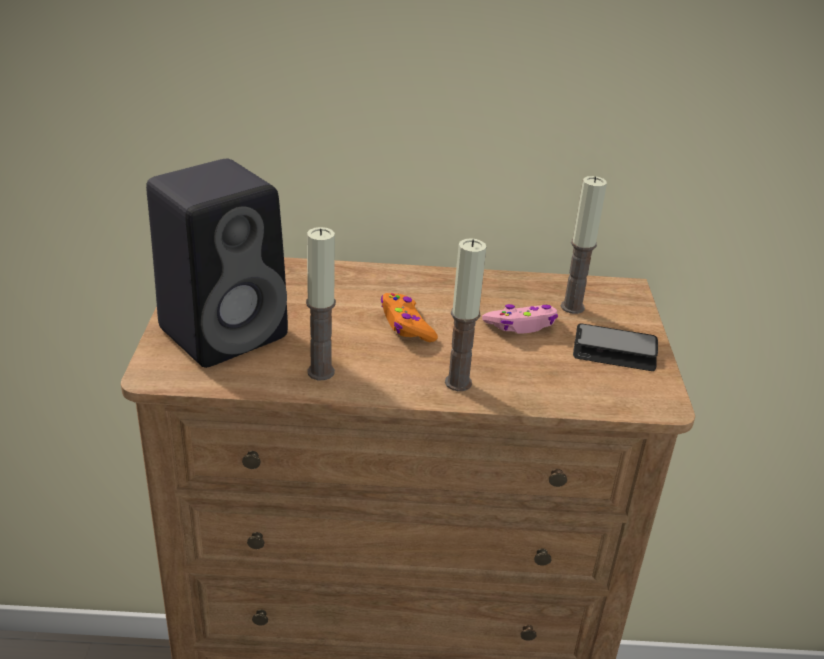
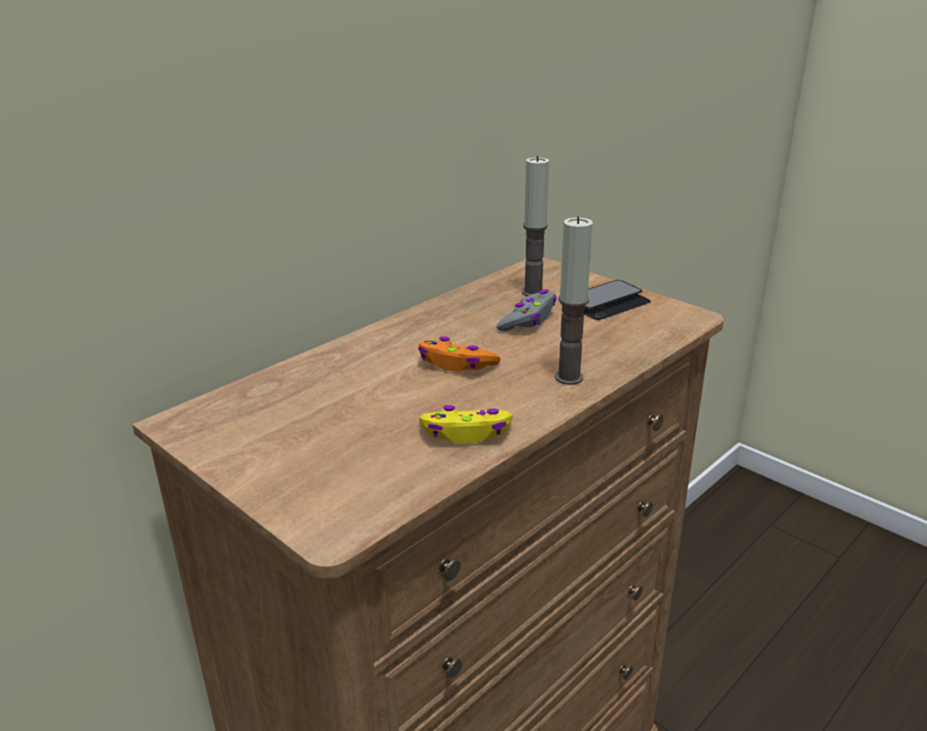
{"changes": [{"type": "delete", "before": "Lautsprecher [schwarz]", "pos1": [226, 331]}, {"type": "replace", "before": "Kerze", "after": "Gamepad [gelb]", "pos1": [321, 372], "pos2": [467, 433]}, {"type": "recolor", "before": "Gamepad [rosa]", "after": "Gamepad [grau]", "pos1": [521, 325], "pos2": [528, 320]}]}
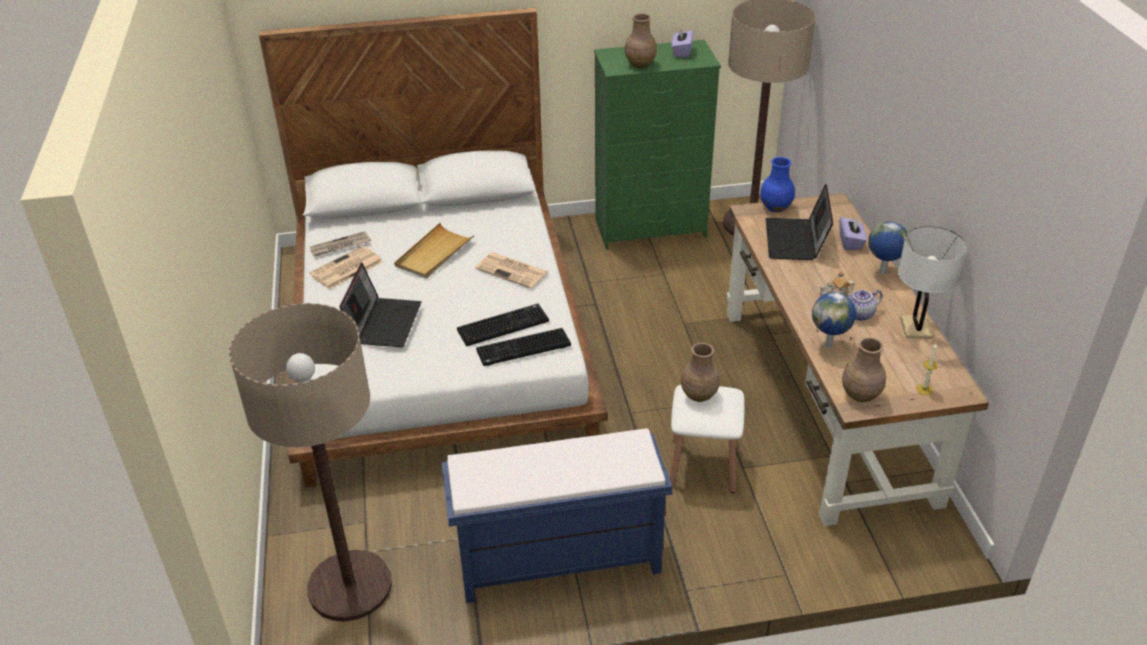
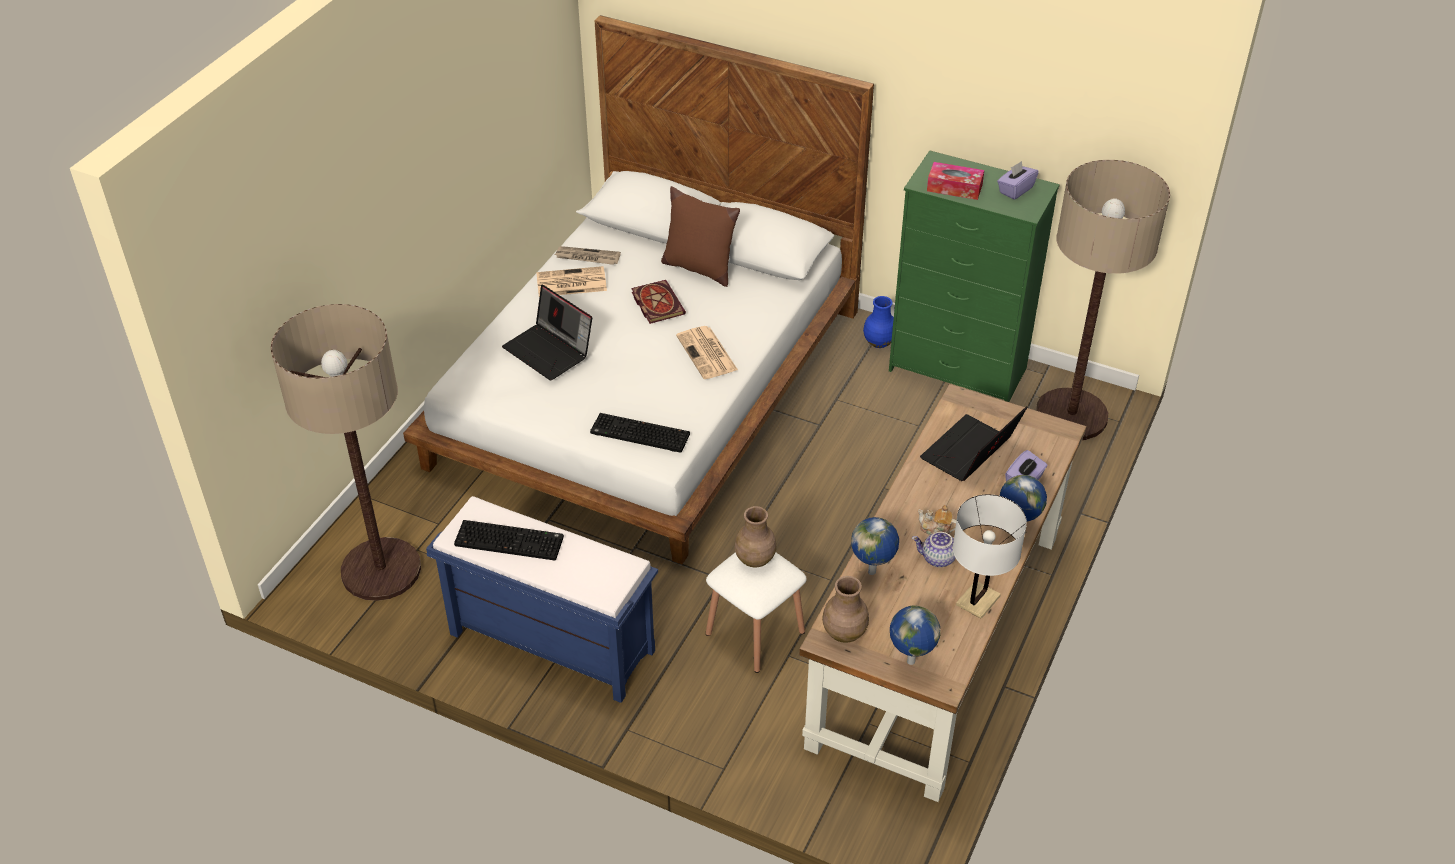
{"changes": [{"type": "insert", "after": "Kissen [braun]", "pos2": [698, 267]}, {"type": "move", "before": "Tastatur", "pos1": [503, 325], "pos2": [510, 540]}, {"type": "move", "before": "Vase [blau]", "pos1": [775, 207], "pos2": [879, 342]}, {"type": "replace", "before": "Tablett [beige]", "after": "Buch", "pos1": [434, 254], "pos2": [656, 303]}, {"type": "replace", "before": "Vase [braun]", "after": "Taschentuchbox", "pos1": [640, 64], "pos2": [954, 188]}, {"type": "replace", "before": "Kerze", "after": "Globus", "pos1": [924, 389], "pos2": [910, 661]}, {"type": "rotate", "before": "Laptop", "pos1": [384, 322], "pos2": [550, 351], "turn": 90}]}
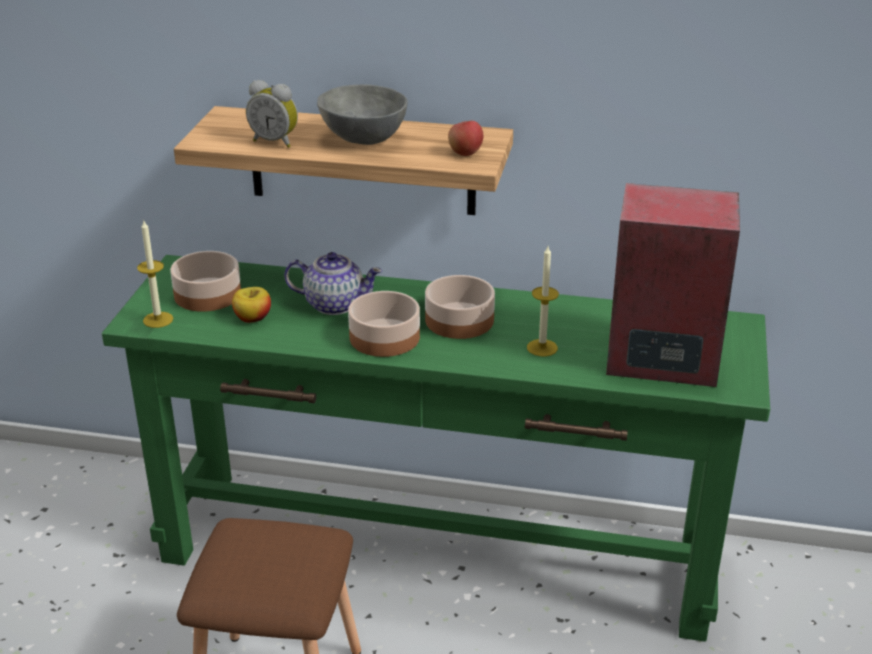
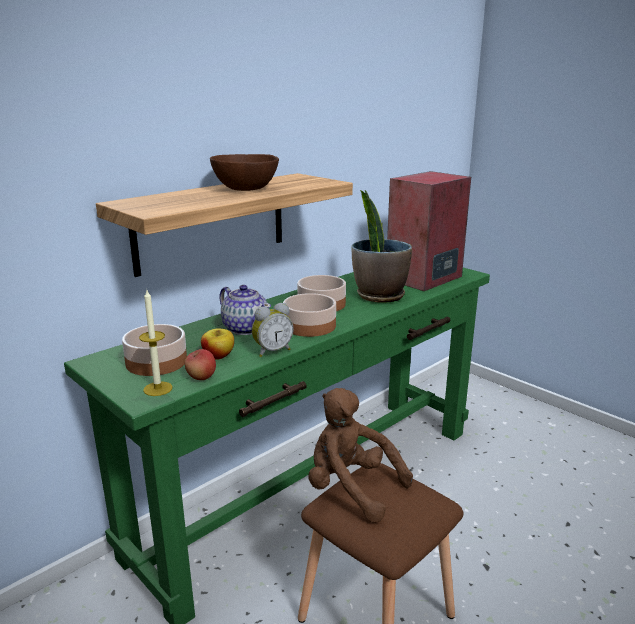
{"changes": [{"type": "insert", "after": "Plüschtier [braun]", "pos2": [351, 488]}, {"type": "move", "before": "Wecker", "pos1": [275, 141], "pos2": [272, 351]}, {"type": "move", "before": "Apfel", "pos1": [465, 153], "pos2": [201, 377]}, {"type": "replace", "before": "Kerze", "after": "Topfpflanze", "pos1": [542, 348], "pos2": [379, 295]}, {"type": "recolor", "before": "Schüssel [grau]", "after": "Schüssel [braun]", "pos1": [362, 138], "pos2": [244, 189]}, {"type": "rotate", "before": "Teekanne", "pos1": [334, 304], "pos2": [245, 328], "turn": 90}]}
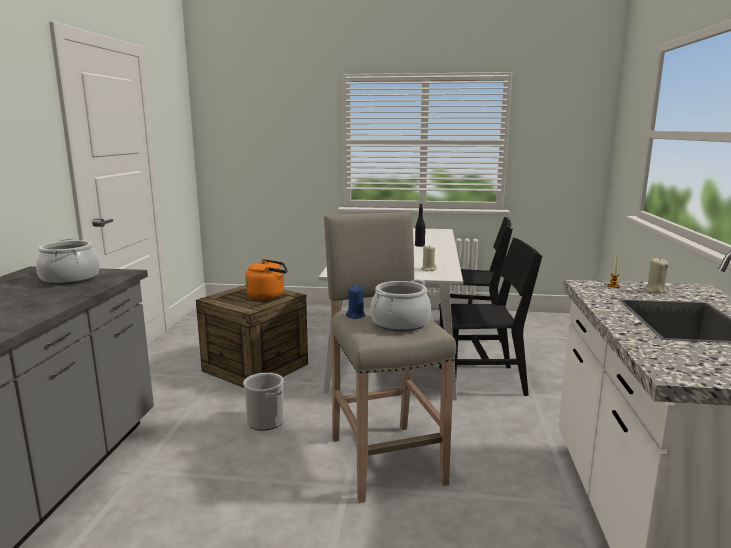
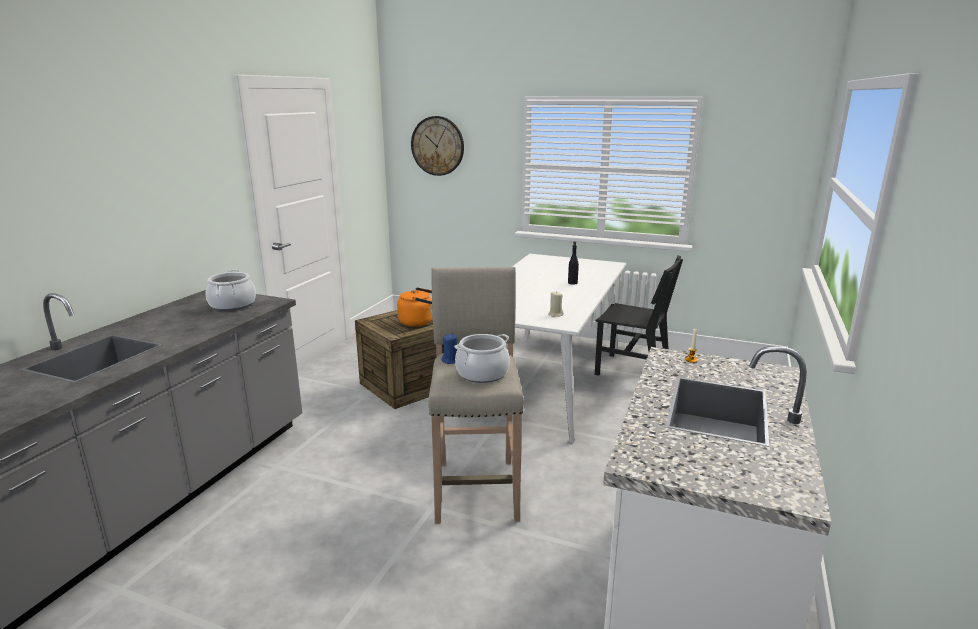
{"changes": [{"type": "delete", "before": "Eimer", "pos1": [265, 421]}, {"type": "delete", "before": "Stuhl [schwarz]", "pos1": [481, 380]}, {"type": "delete", "before": "Kerze [beige]", "pos1": [654, 291]}, {"type": "insert", "after": "Wanduhr", "pos2": [437, 146]}]}
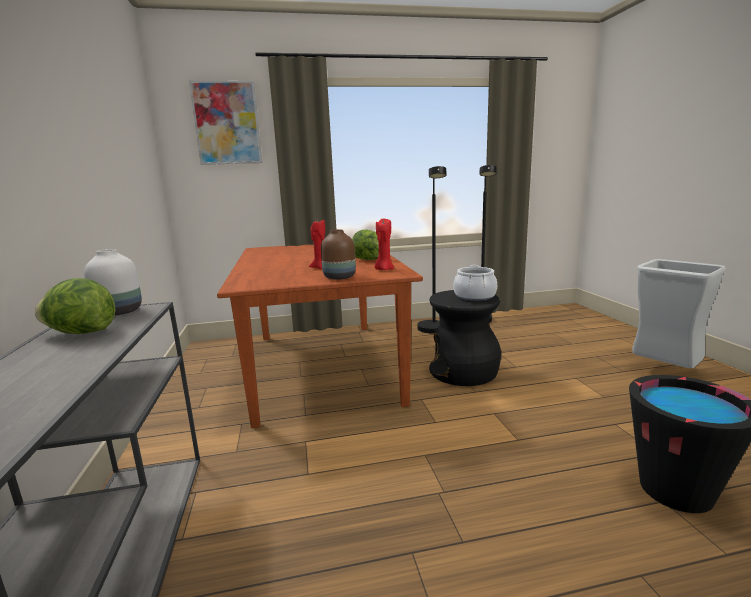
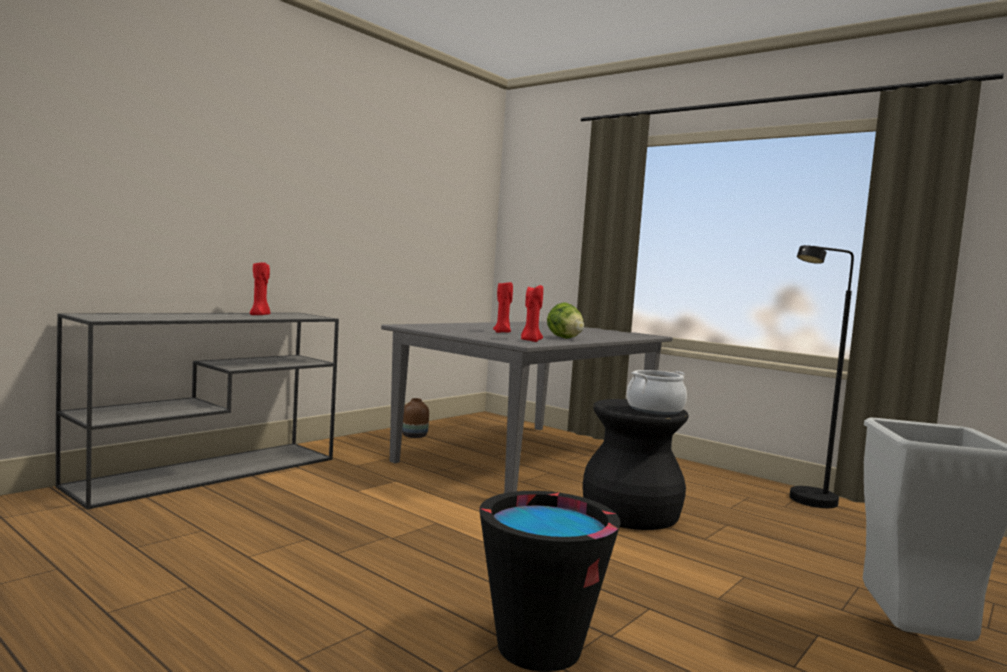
{"changes": [{"type": "delete", "before": "Vase [weiß]", "pos1": [119, 312]}, {"type": "delete", "before": "Bild", "pos1": [227, 123]}, {"type": "delete", "before": "Stehlampe [schwarz]", "pos1": [433, 331]}, {"type": "move", "before": "Vase [braun]", "pos1": [339, 277], "pos2": [414, 436]}, {"type": "replace", "before": "Salatkopf", "after": "Kerze [rot]", "pos1": [81, 333], "pos2": [260, 315]}, {"type": "recolor", "before": "Esstisch [braun]", "after": "Esstisch [grau]", "pos1": [321, 366], "pos2": [526, 458]}]}
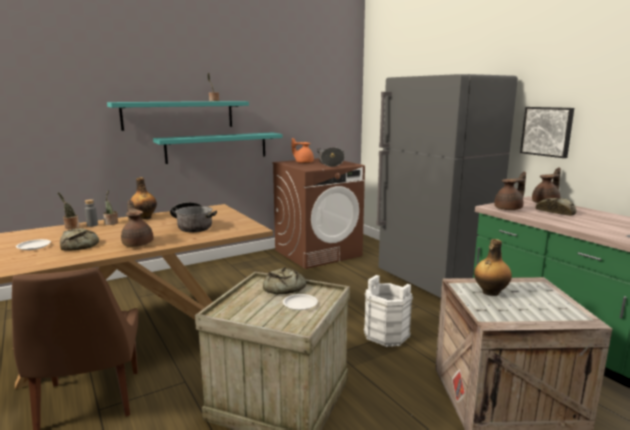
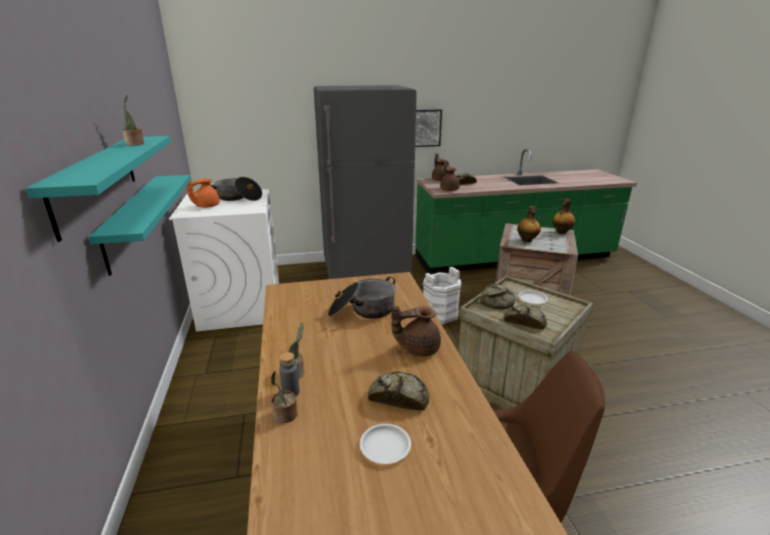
{"changes": [{"type": "insert", "after": "Brot", "pos2": [524, 321]}, {"type": "move", "before": "Flasche", "pos1": [144, 217], "pos2": [561, 232]}, {"type": "recolor", "before": "Waschmaschine [braun]", "after": "Waschmaschine [weiß]", "pos1": [318, 253], "pos2": [241, 306]}]}
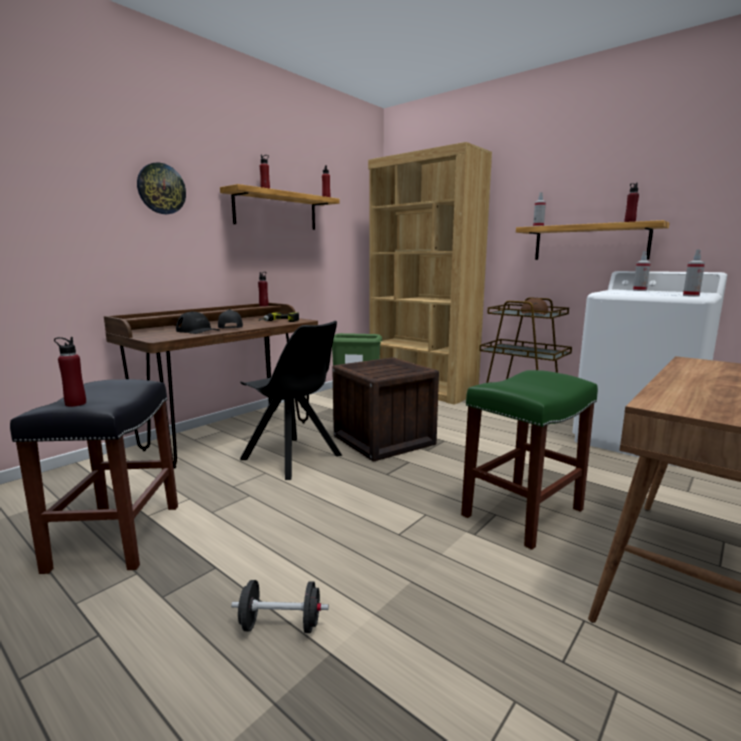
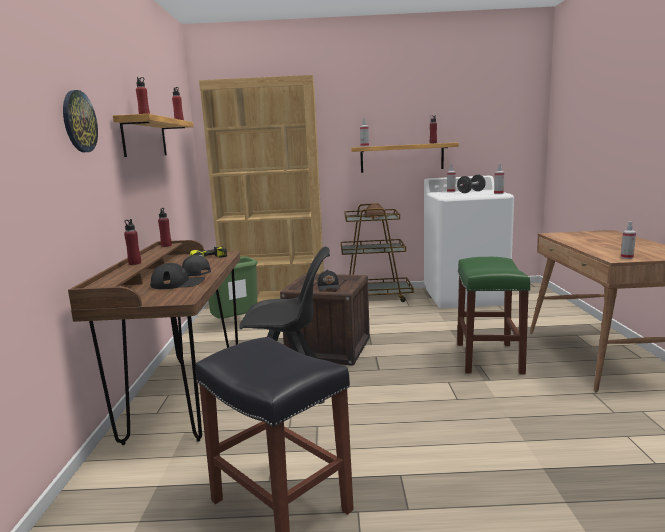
{"changes": [{"type": "insert", "after": "Kappe [schwarz]", "pos2": [329, 287]}, {"type": "insert", "after": "Sprühflasche", "pos2": [627, 257]}, {"type": "move", "before": "Flasche [rot]", "pos1": [75, 404], "pos2": [134, 263]}, {"type": "move", "before": "Hantel [schwarz]", "pos1": [281, 625], "pos2": [471, 192]}]}
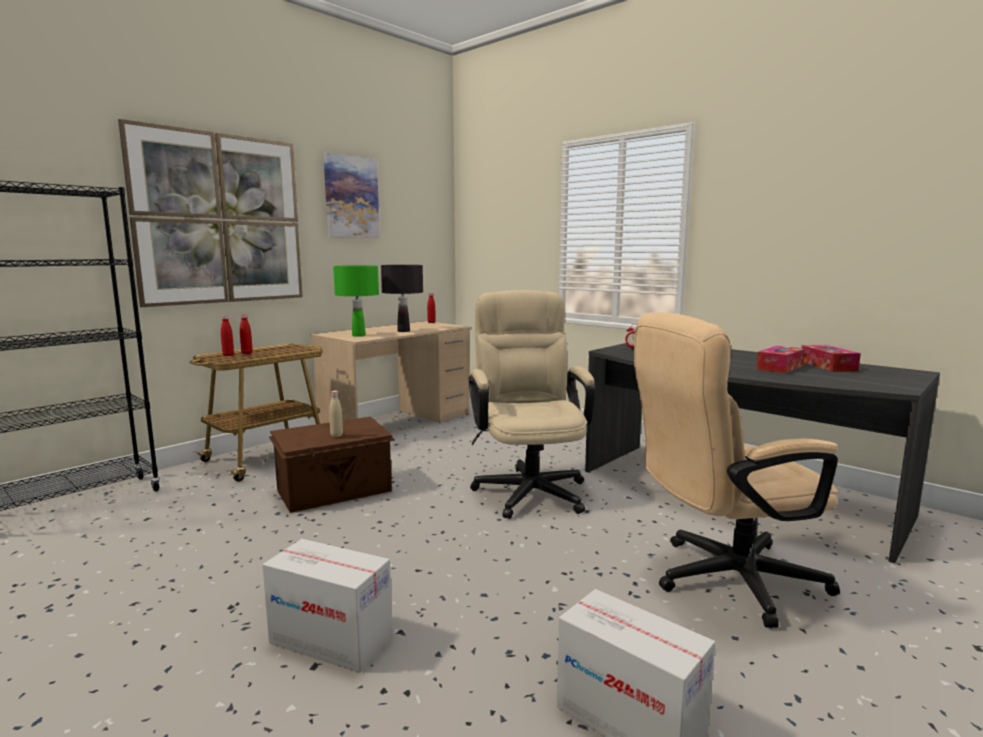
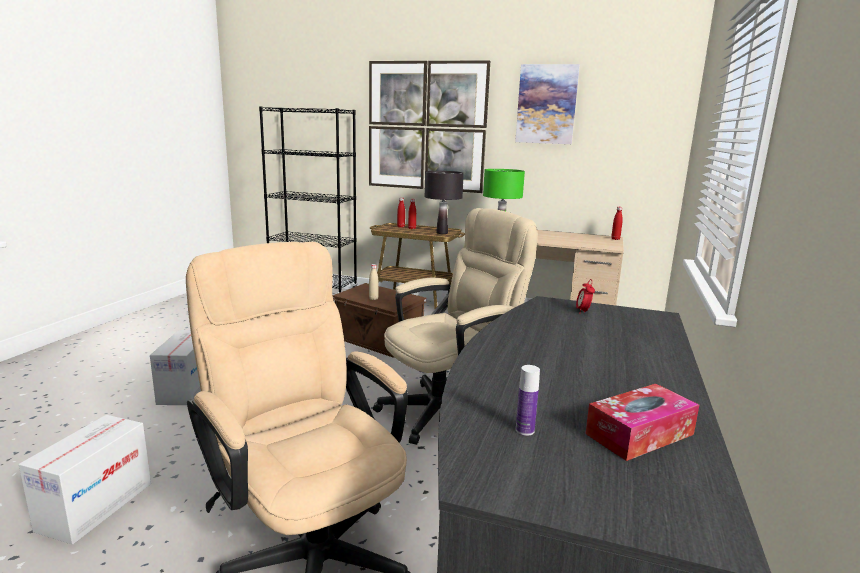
{"changes": [{"type": "delete", "before": "Taschentuchbox", "pos1": [780, 367]}, {"type": "insert", "after": "Flasche", "pos2": [525, 430]}, {"type": "move", "before": "Tischlampe [schwarz]", "pos1": [403, 331], "pos2": [442, 233]}]}
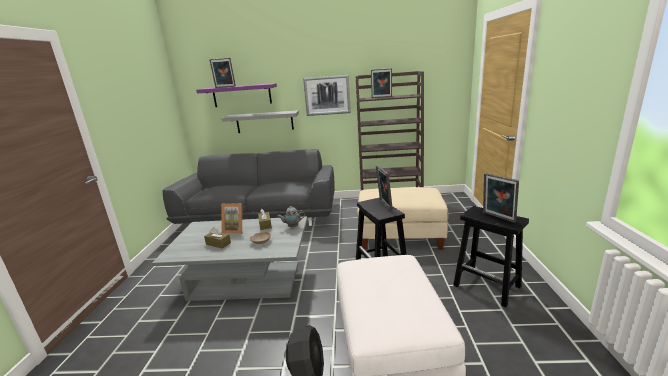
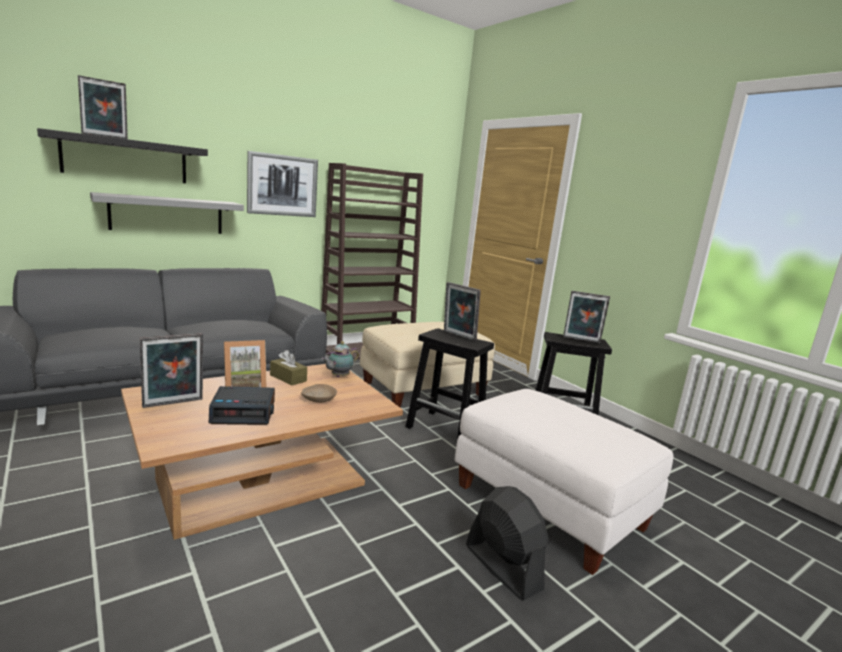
{"changes": [{"type": "move", "before": "Bilderrahmen", "pos1": [381, 97], "pos2": [173, 404]}, {"type": "replace", "before": "Taschentuchbox [braun]", "after": "Wecker", "pos1": [218, 243], "pos2": [244, 412]}, {"type": "recolor", "before": "Couchtisch [grau]", "after": "Couchtisch [braun]", "pos1": [245, 281], "pos2": [263, 482]}, {"type": "recolor", "before": "Wandregal [lila]", "after": "Wandregal [schwarz]", "pos1": [242, 95], "pos2": [126, 159]}]}
